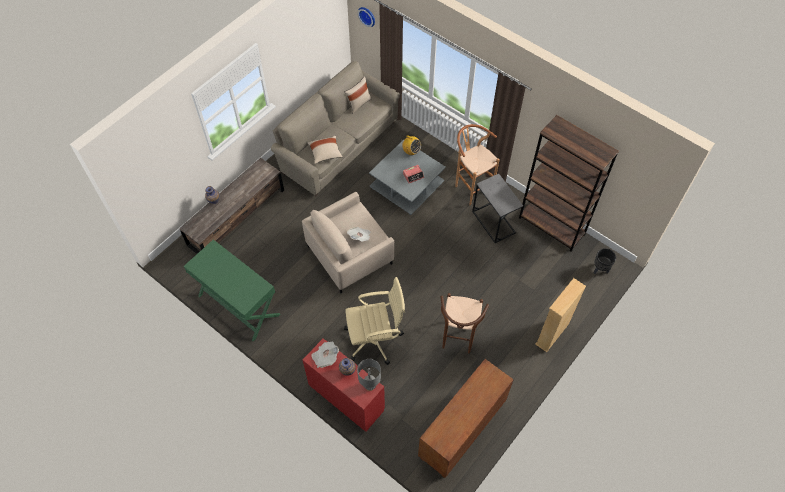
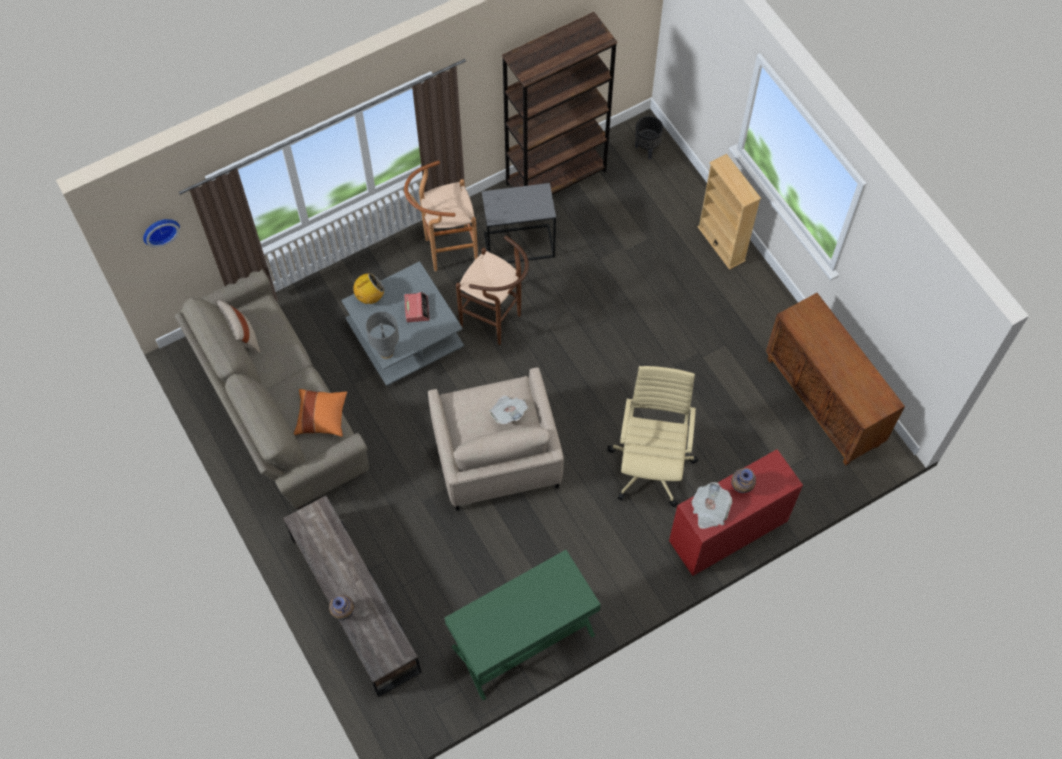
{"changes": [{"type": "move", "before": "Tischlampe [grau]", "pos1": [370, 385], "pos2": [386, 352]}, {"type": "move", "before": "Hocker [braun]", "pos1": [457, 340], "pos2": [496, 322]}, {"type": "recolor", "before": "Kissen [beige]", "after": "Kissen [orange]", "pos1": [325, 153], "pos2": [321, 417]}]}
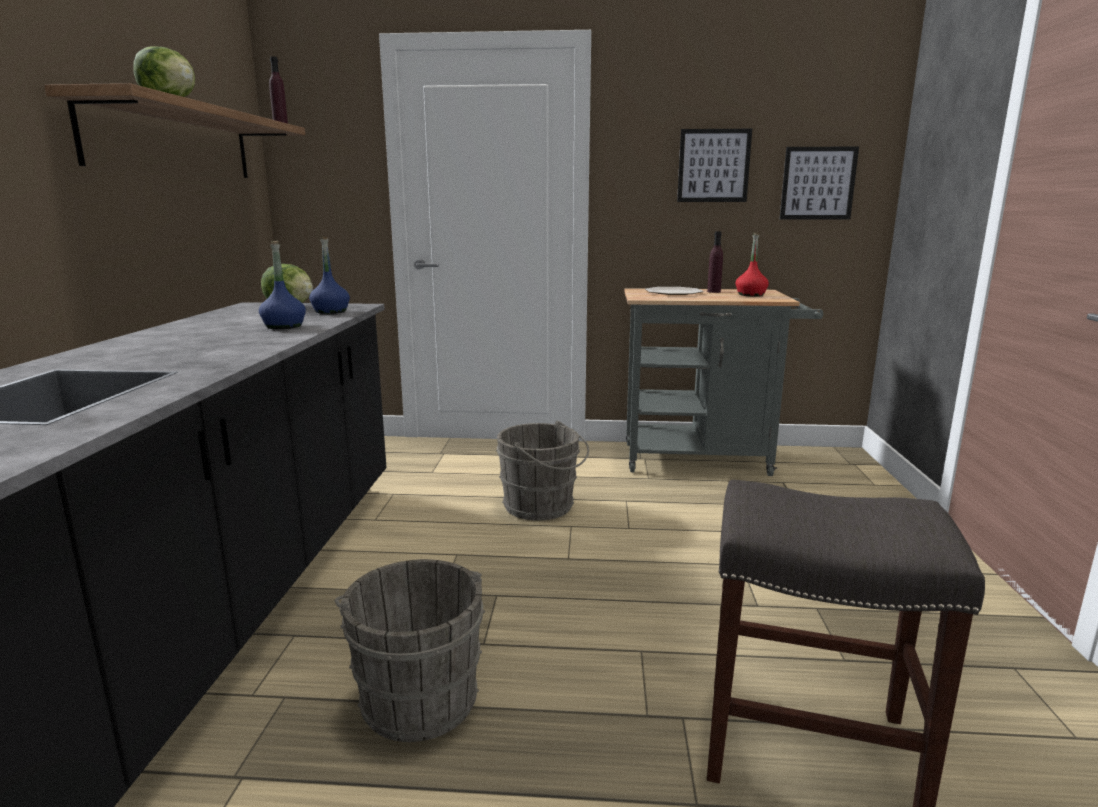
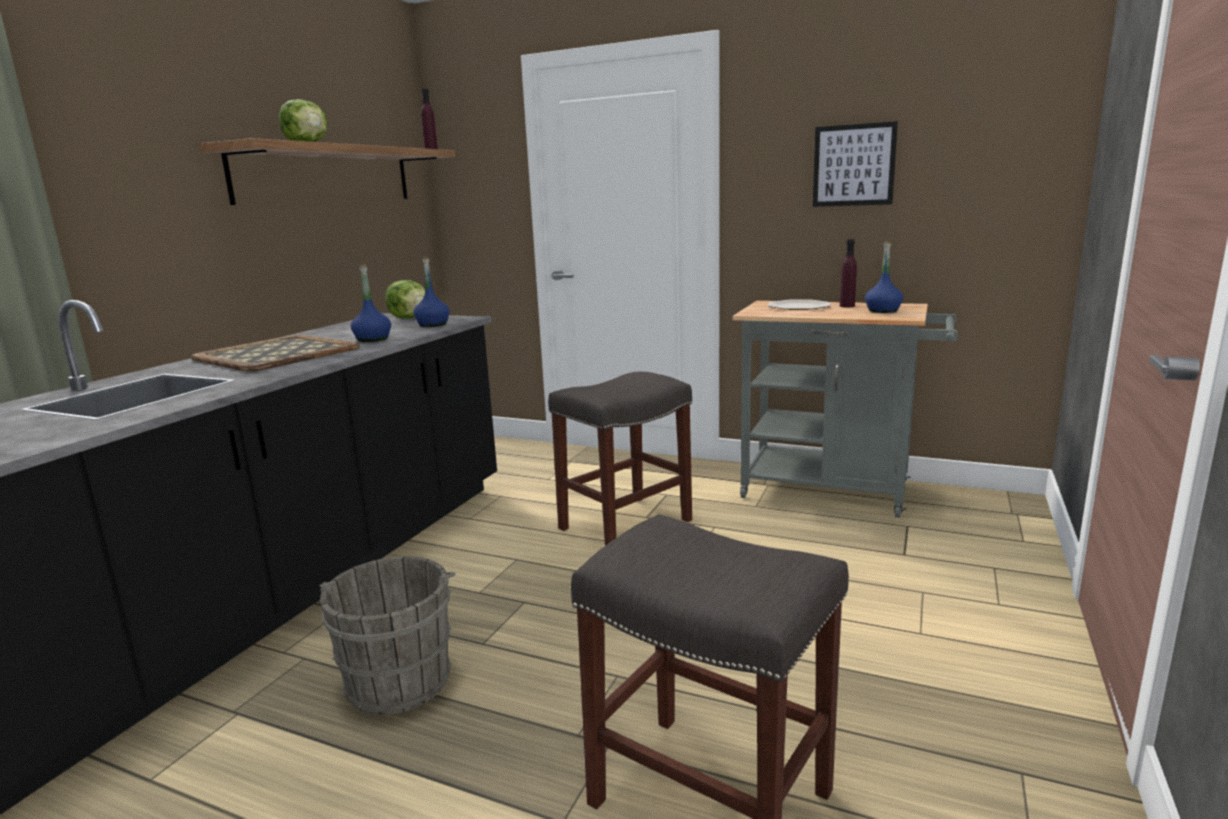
{"changes": [{"type": "delete", "before": "Bild", "pos1": [818, 183]}, {"type": "insert", "after": "Tablett", "pos2": [275, 354]}, {"type": "replace", "before": "Eimer [grau]", "after": "Hocker [grau]", "pos1": [542, 506], "pos2": [626, 523]}, {"type": "recolor", "before": "Flasche [rot]", "after": "Flasche [blau]", "pos1": [750, 295], "pos2": [882, 310]}]}
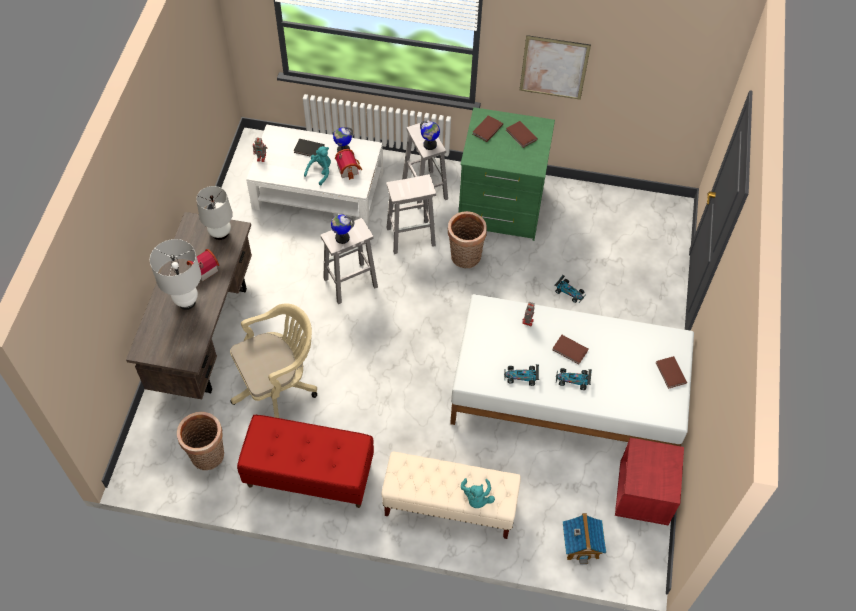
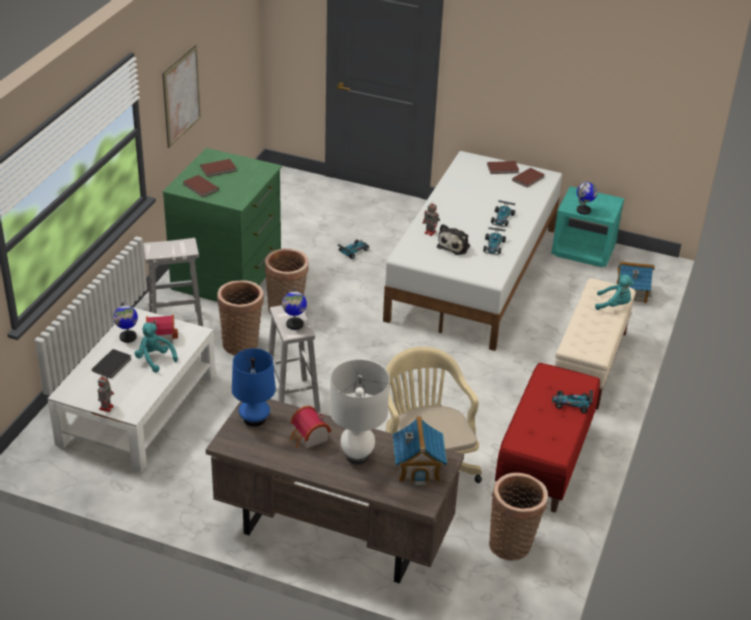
{"changes": [{"type": "insert", "after": "Spielzeughaus", "pos2": [418, 467]}, {"type": "insert", "after": "Plüschtier", "pos2": [455, 246]}, {"type": "insert", "after": "Spielzeugauto", "pos2": [572, 404]}, {"type": "move", "before": "Globus", "pos1": [430, 145], "pos2": [583, 210]}, {"type": "move", "before": "Buch [braun]", "pos1": [570, 350], "pos2": [529, 179]}, {"type": "replace", "before": "Hocker [weiß]", "after": "Korb", "pos1": [411, 236], "pos2": [242, 343]}, {"type": "recolor", "before": "Tischlampe [weiß]", "after": "Tischlampe [blau]", "pos1": [220, 233], "pos2": [254, 419]}, {"type": "recolor", "before": "Nachttisch [rot]", "after": "Nachttisch [türkis]", "pos1": [643, 494], "pos2": [584, 250]}]}
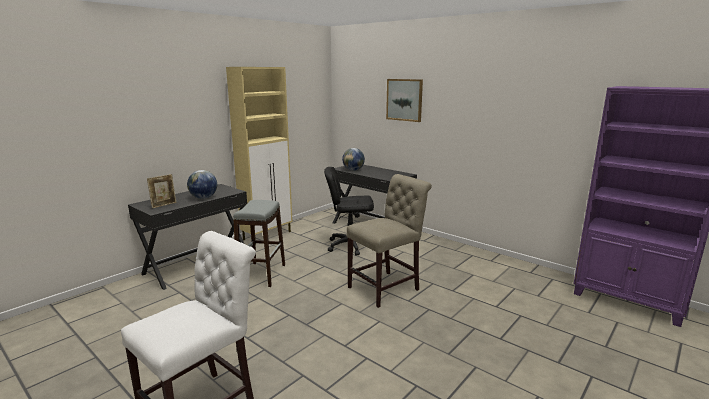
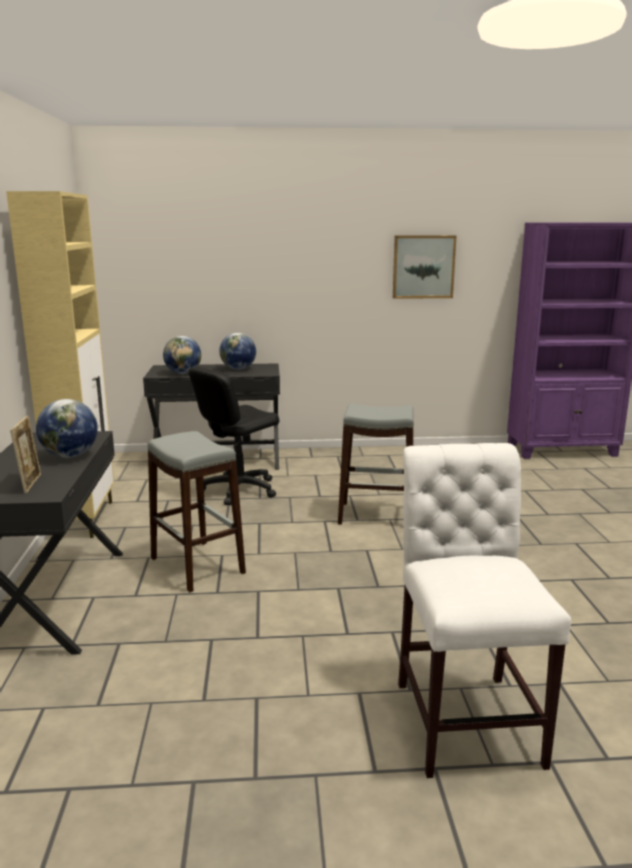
{"changes": [{"type": "insert", "after": "Globus", "pos2": [238, 369]}, {"type": "move", "before": "Bild", "pos1": [404, 100], "pos2": [423, 267]}, {"type": "replace", "before": "Stuhl [beige]", "after": "Hocker [grau]", "pos1": [387, 287], "pos2": [376, 515]}]}
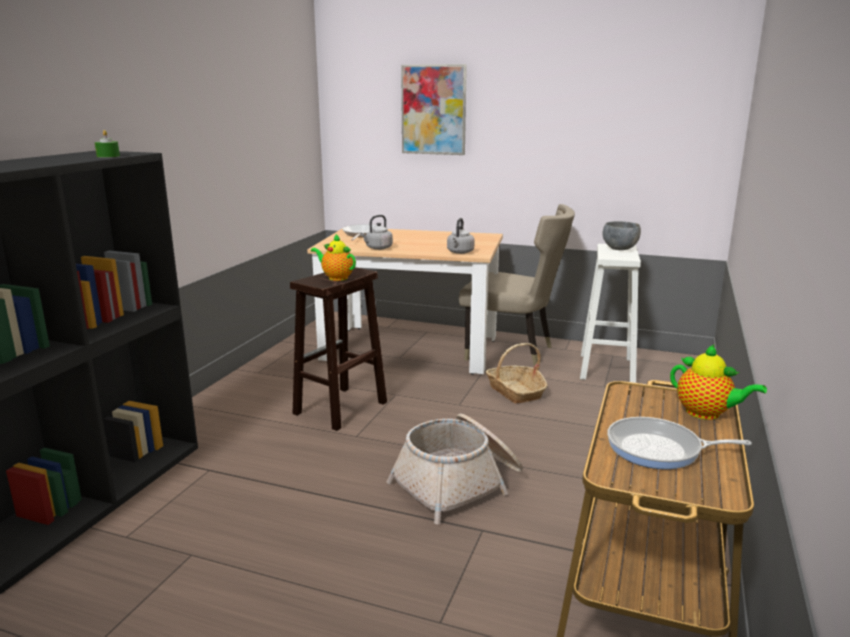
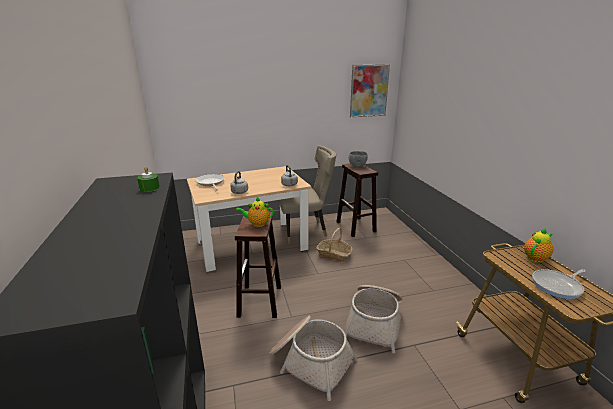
{"changes": [{"type": "insert", "after": "Korb", "pos2": [310, 361]}, {"type": "move", "before": "Bild", "pos1": [433, 110], "pos2": [369, 91]}, {"type": "recolor", "before": "Hocker [weiß]", "after": "Hocker [braun]", "pos1": [607, 369], "pos2": [356, 227]}, {"type": "rotate", "before": "Teekanne", "pos1": [706, 414], "pos2": [536, 257], "turn": -45}]}
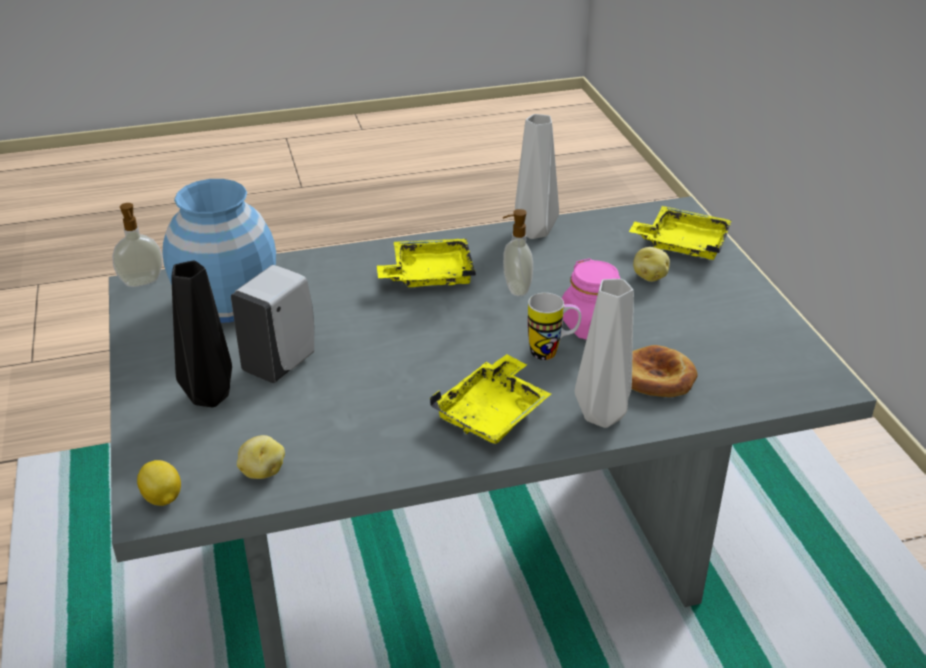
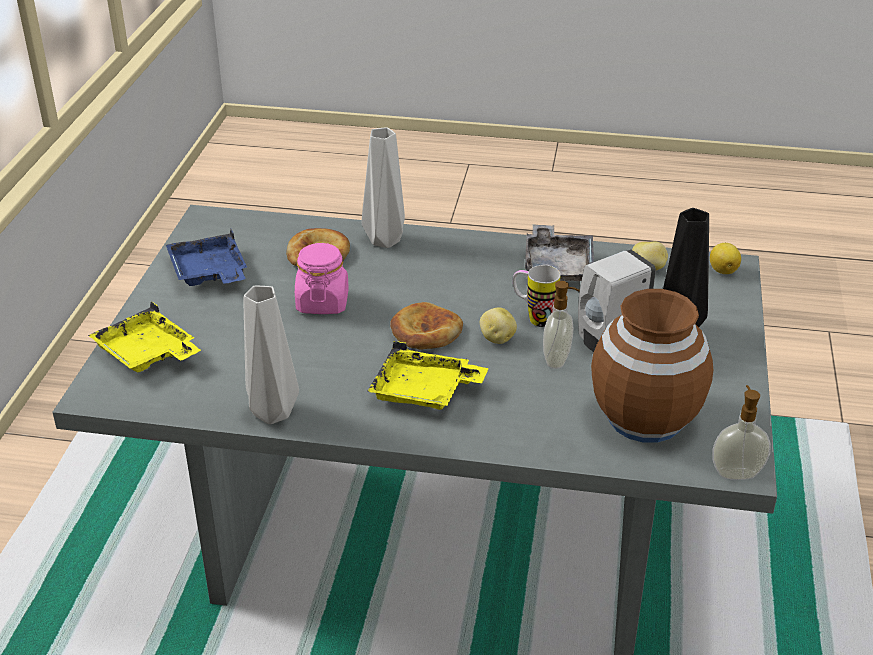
{"changes": [{"type": "delete", "before": "Tablett [gelb]", "pos1": [493, 413]}, {"type": "insert", "after": "Tablett [blau]", "pos2": [209, 273]}, {"type": "insert", "after": "Brot", "pos2": [425, 331]}, {"type": "insert", "after": "Tablett [grau]", "pos2": [557, 266]}, {"type": "move", "before": "Seifenspender", "pos1": [515, 289], "pos2": [557, 360]}, {"type": "move", "before": "Henkelbecher", "pos1": [552, 352], "pos2": [533, 318]}, {"type": "move", "before": "Kartoffel", "pos1": [650, 276], "pos2": [496, 338]}, {"type": "recolor", "before": "Vase [blau]", "after": "Vase [braun]", "pos1": [228, 303], "pos2": [644, 418]}]}
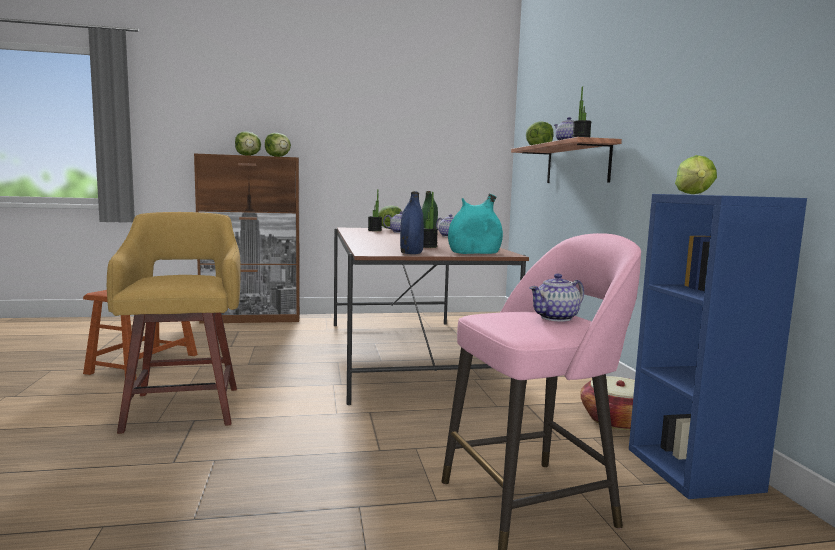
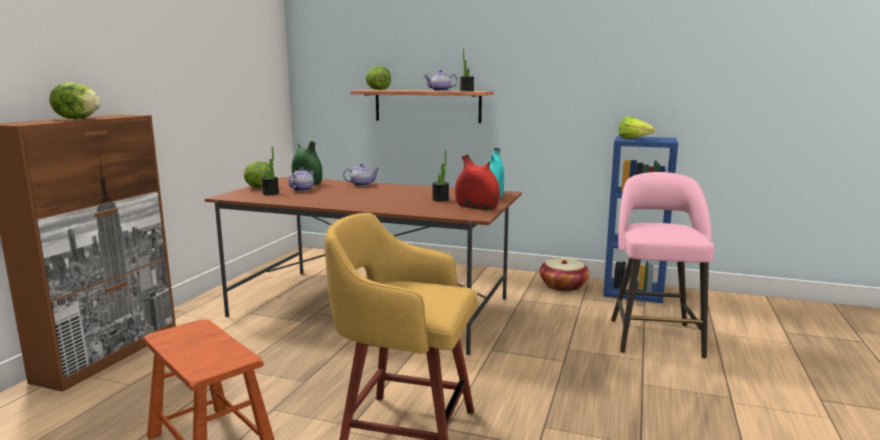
{"changes": [{"type": "delete", "before": "Salatkopf", "pos1": [278, 156]}, {"type": "delete", "before": "Teekanne", "pos1": [556, 318]}, {"type": "recolor", "before": "Vase [blau]", "after": "Vase [rot]", "pos1": [411, 252], "pos2": [476, 207]}]}
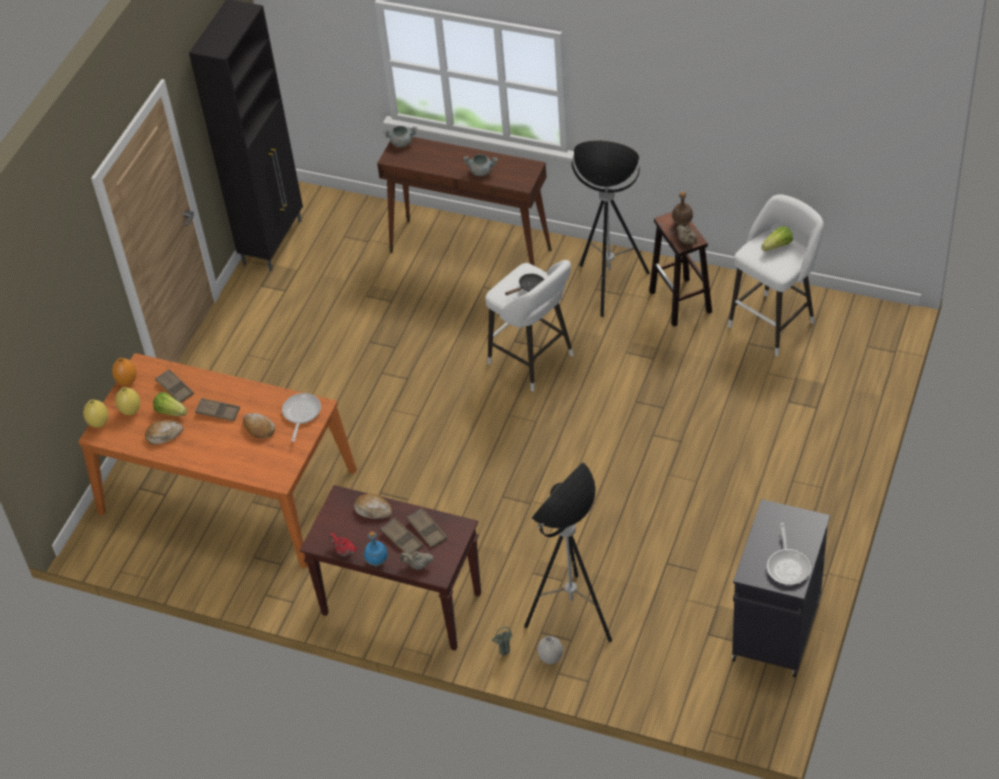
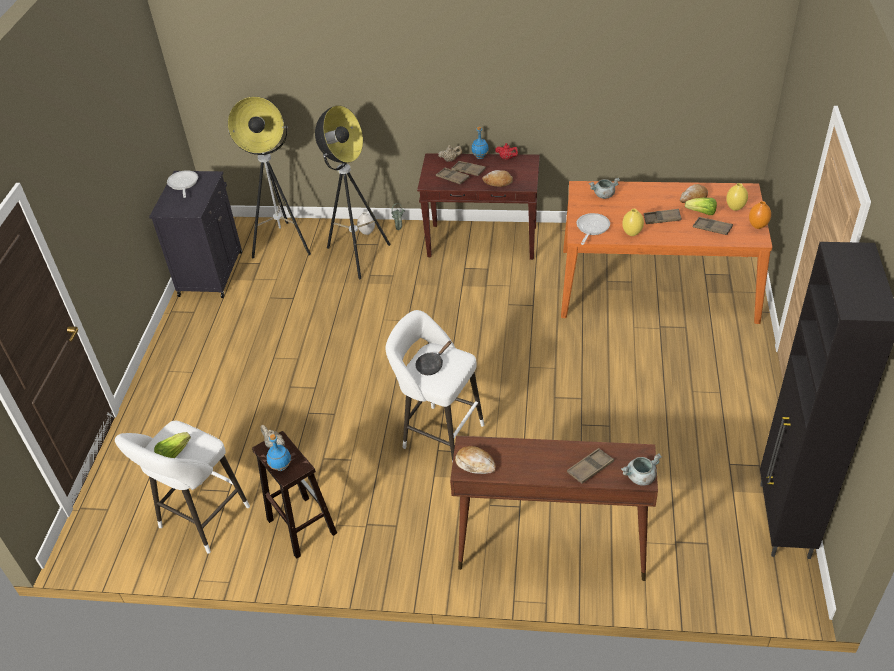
{"changes": [{"type": "insert", "after": "Tablett [braun]", "pos2": [590, 468]}, {"type": "move", "before": "Vase [gelb]", "pos1": [99, 423], "pos2": [631, 233]}, {"type": "move", "before": "Brot", "pos1": [259, 428], "pos2": [475, 464]}, {"type": "move", "before": "Kochtopf [grau]", "pos1": [481, 171], "pos2": [603, 195]}, {"type": "move", "before": "Stehlampe", "pos1": [609, 287], "pos2": [283, 243]}, {"type": "recolor", "before": "Flasche [braun]", "after": "Flasche [blau]", "pos1": [682, 223], "pos2": [281, 466]}, {"type": "rotate", "before": "Pfanne", "pos1": [301, 414], "pos2": [591, 228], "turn": -150}]}
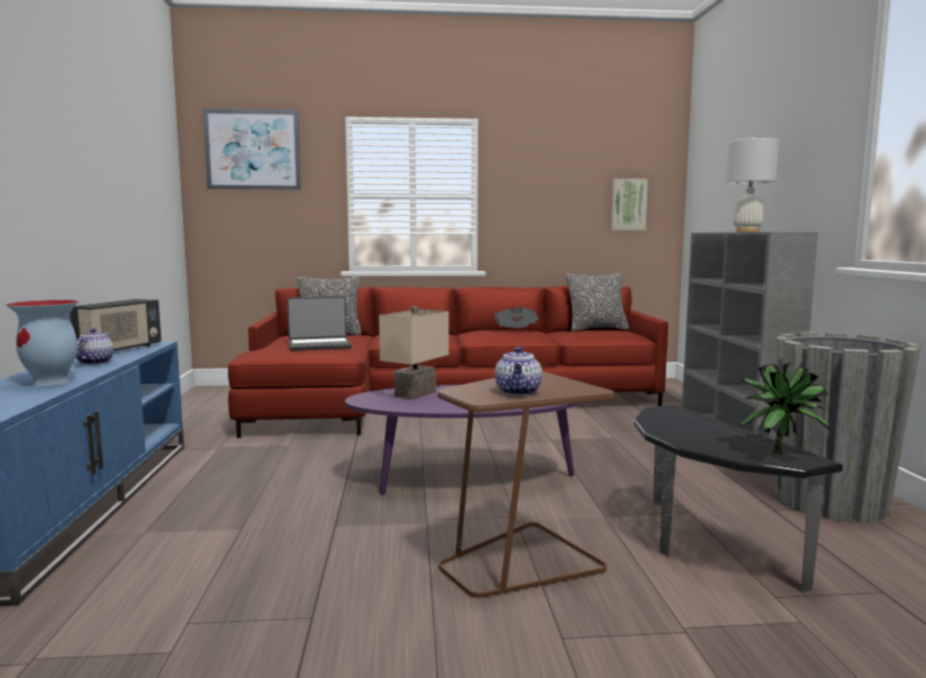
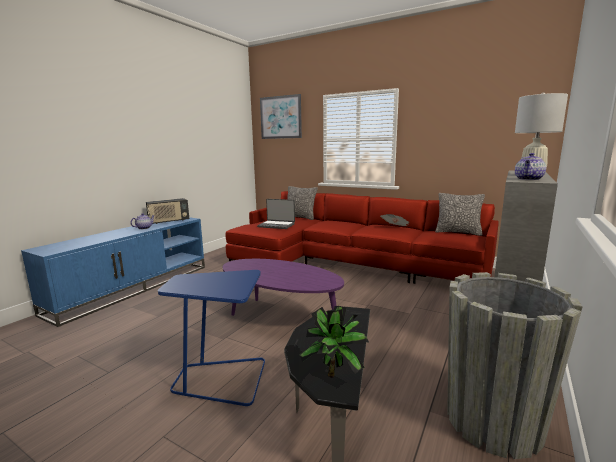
{"changes": [{"type": "delete", "before": "Vase", "pos1": [52, 382]}, {"type": "delete", "before": "Tischlampe [beige]", "pos1": [416, 394]}, {"type": "delete", "before": "Bild", "pos1": [628, 204]}, {"type": "move", "before": "Teekanne", "pos1": [518, 392], "pos2": [529, 179]}, {"type": "recolor", "before": "Beistelltisch [braun]", "after": "Beistelltisch [blau]", "pos1": [519, 562], "pos2": [221, 380]}]}
